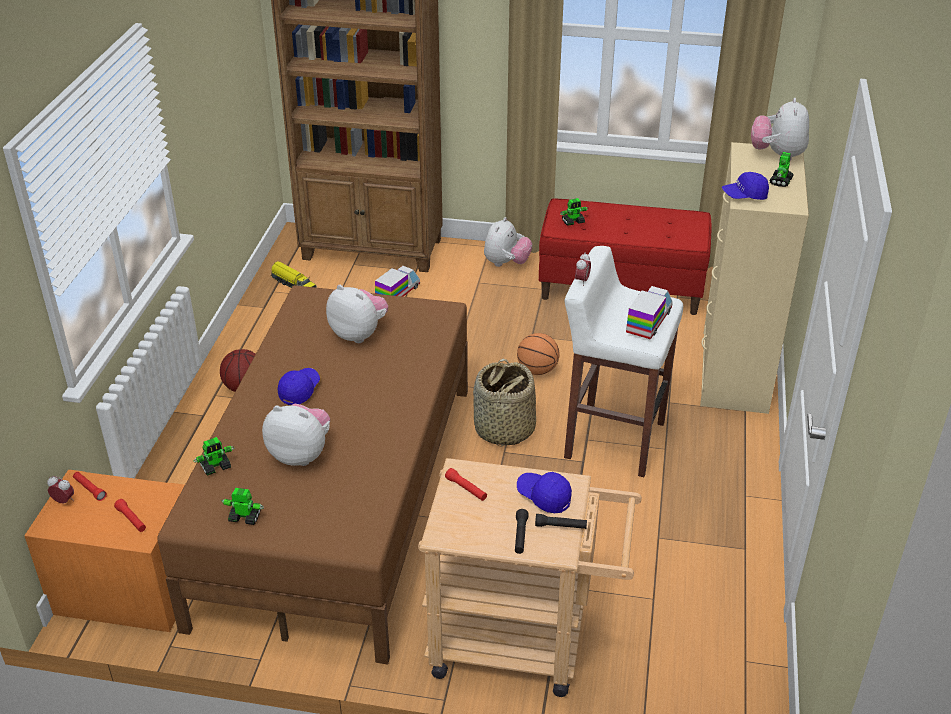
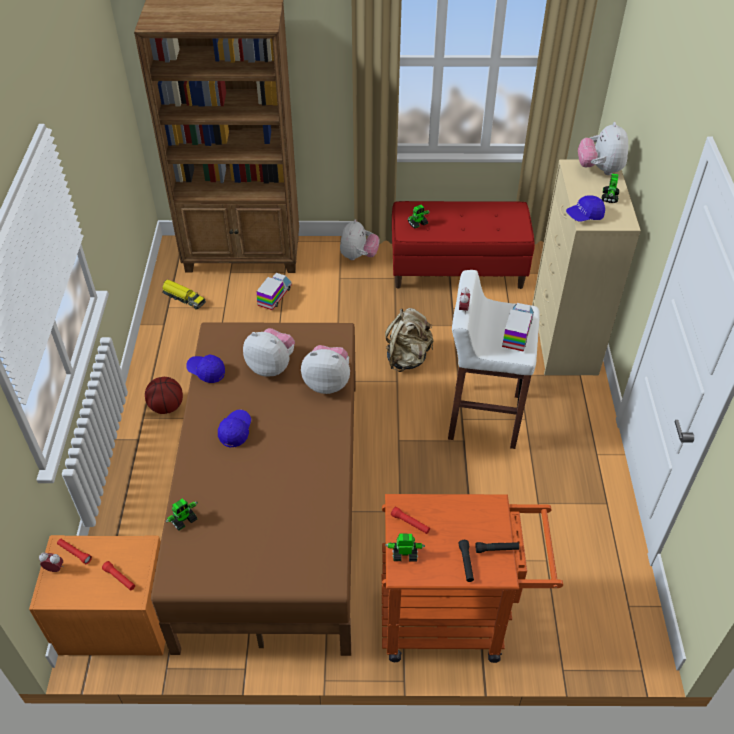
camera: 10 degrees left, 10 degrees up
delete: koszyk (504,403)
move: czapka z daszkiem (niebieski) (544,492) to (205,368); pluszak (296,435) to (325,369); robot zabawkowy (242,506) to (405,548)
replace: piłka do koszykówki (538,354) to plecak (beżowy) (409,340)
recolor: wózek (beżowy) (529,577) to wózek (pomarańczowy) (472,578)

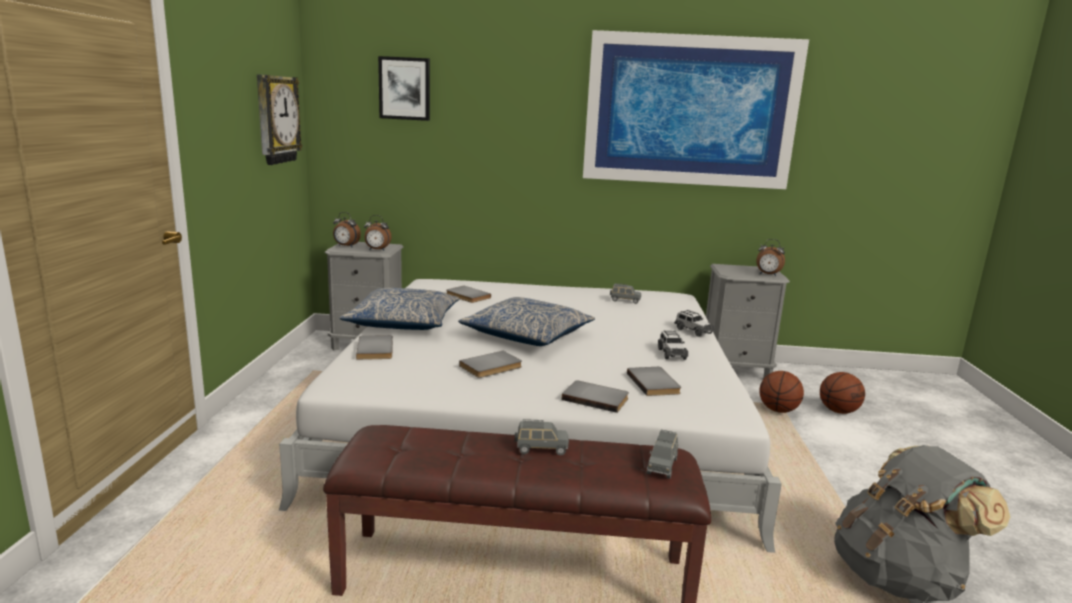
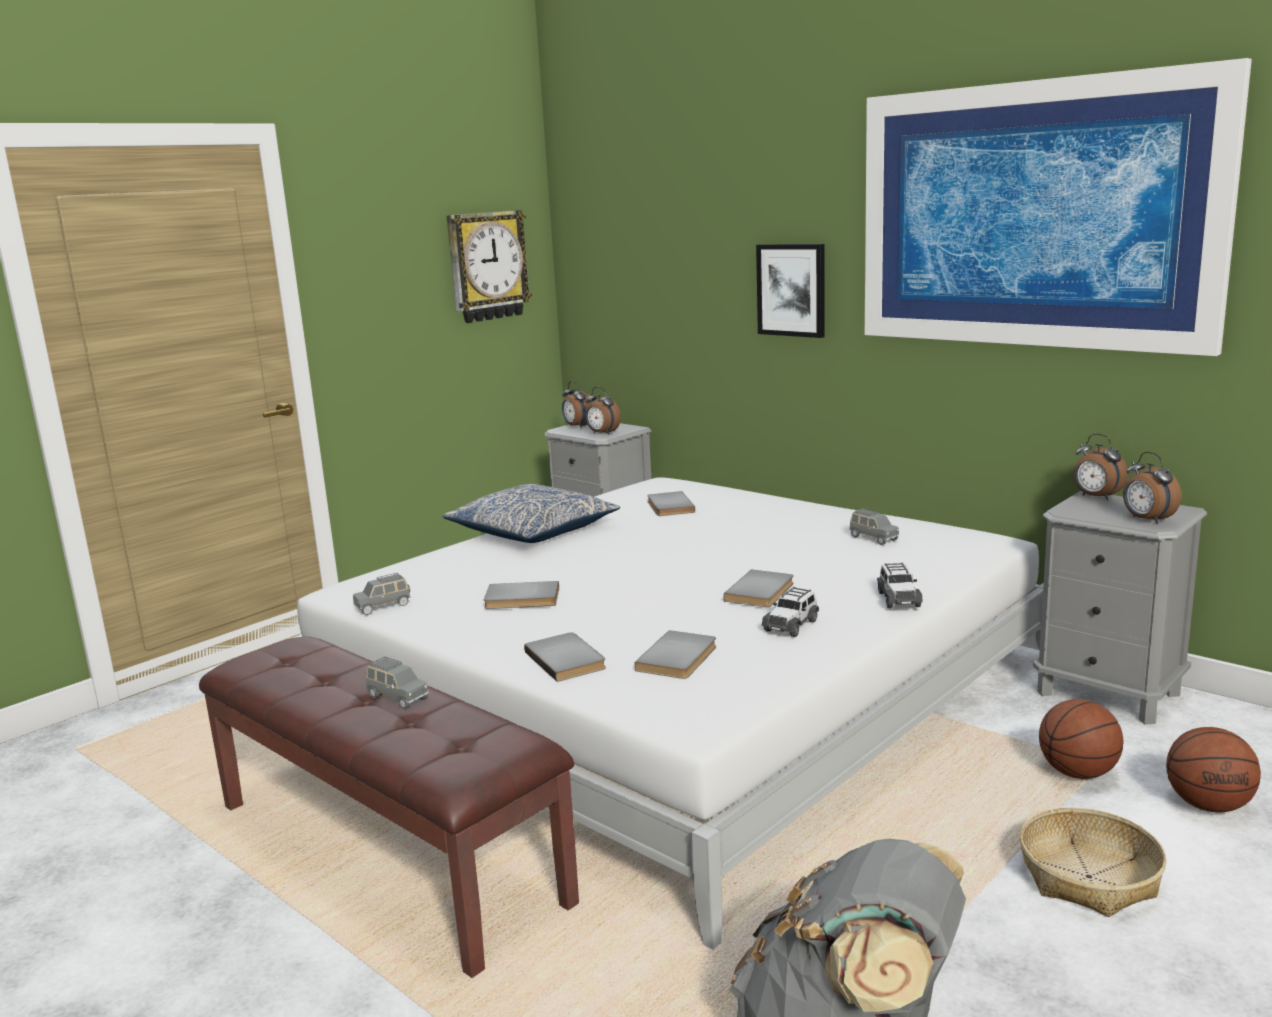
camera: 40 degrees right, 0 degrees up
delete: poduszka (526,321)
insert: koszyk (1093,862); budzik (1100,467)
move: samochodzik (szary) (662,454) to (381,594); książka (szary) (374,347) to (759,588); obraz (404,88) to (790,291)

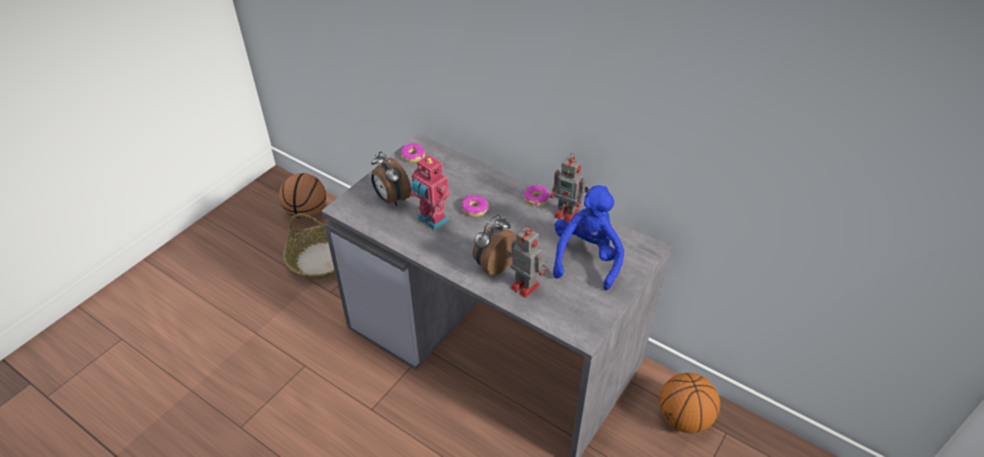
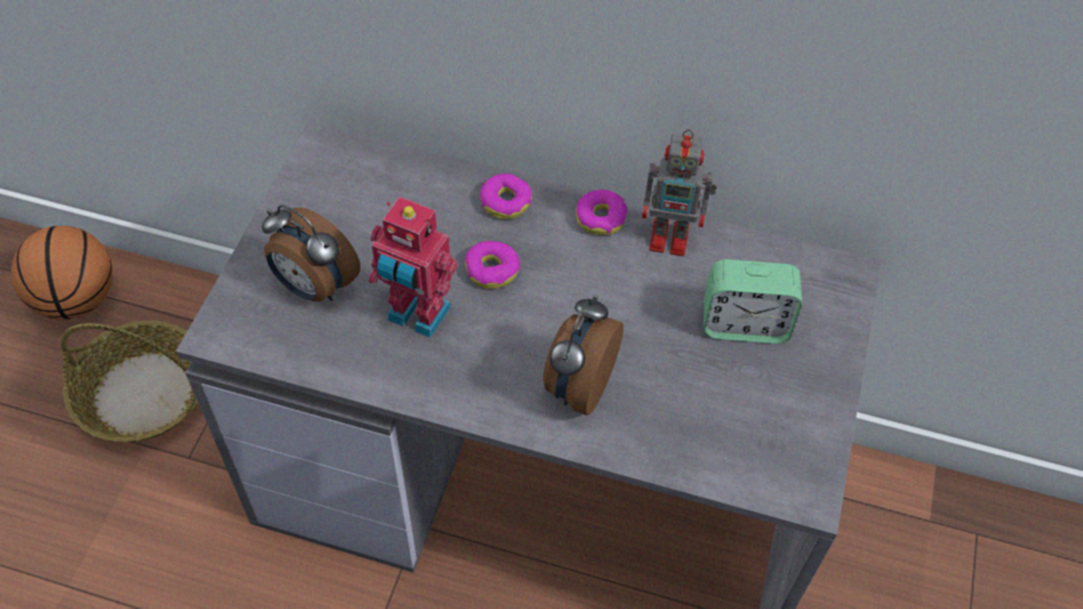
camera: 20 degrees left, 10 degrees up
delete: robot zabawkowy (526,261); piłka do koszykówki (689,403)
move: donut (412,153) to (506,196)
replace: pluszak (niebieski) (588,237) to budzik (752,301)

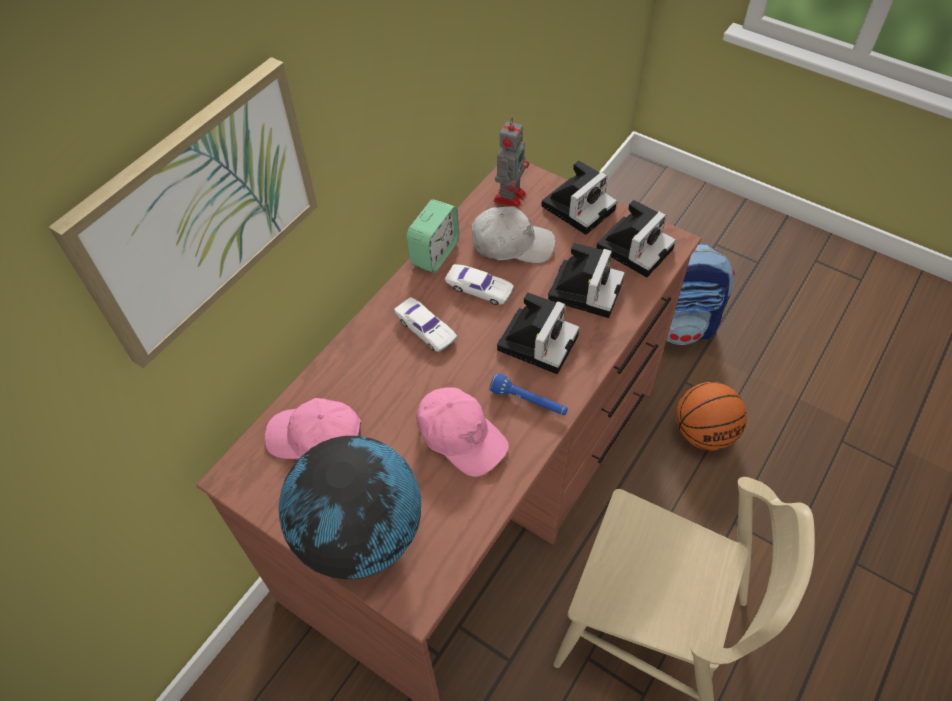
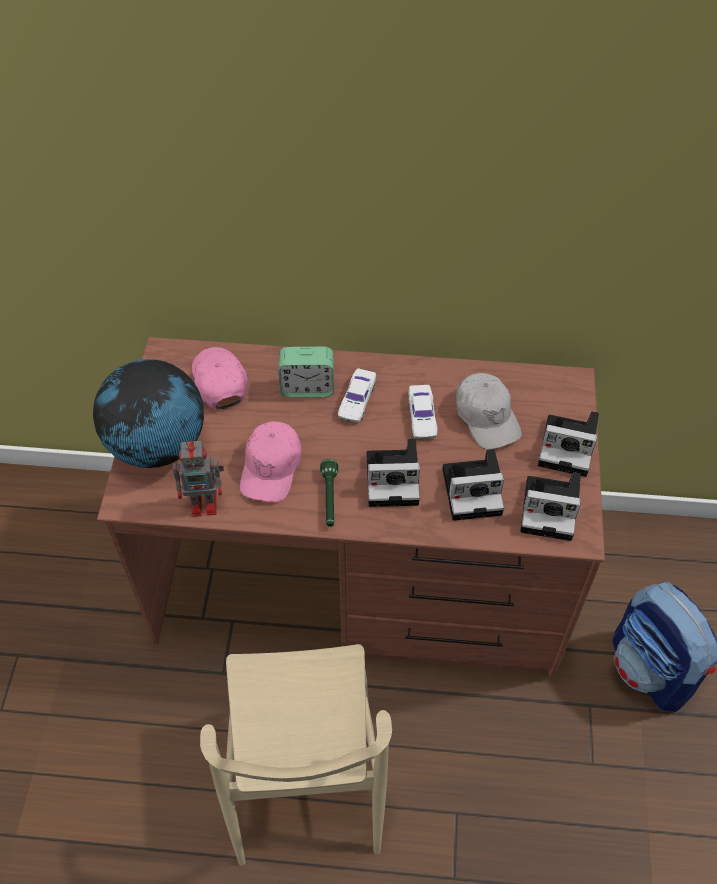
camera: 60 degrees right, 0 degrees up
delete: obraz (183,212); piłka do koszykówki (711,416)
move: robot zabawkowy (511,162) to (198,478); budzik (432,236) to (306,372)
recolor: latarka (niebieski) (528,394) to latarka (zielony) (329,493)

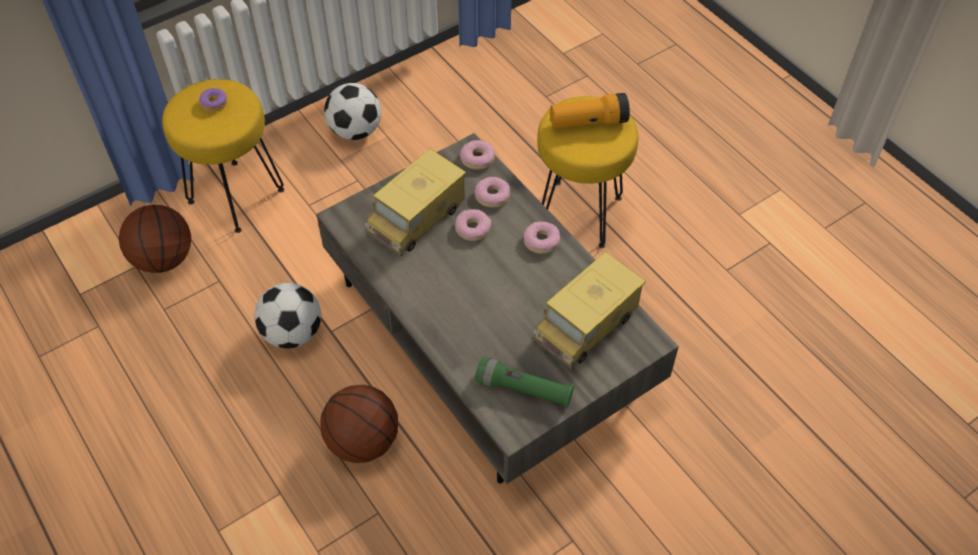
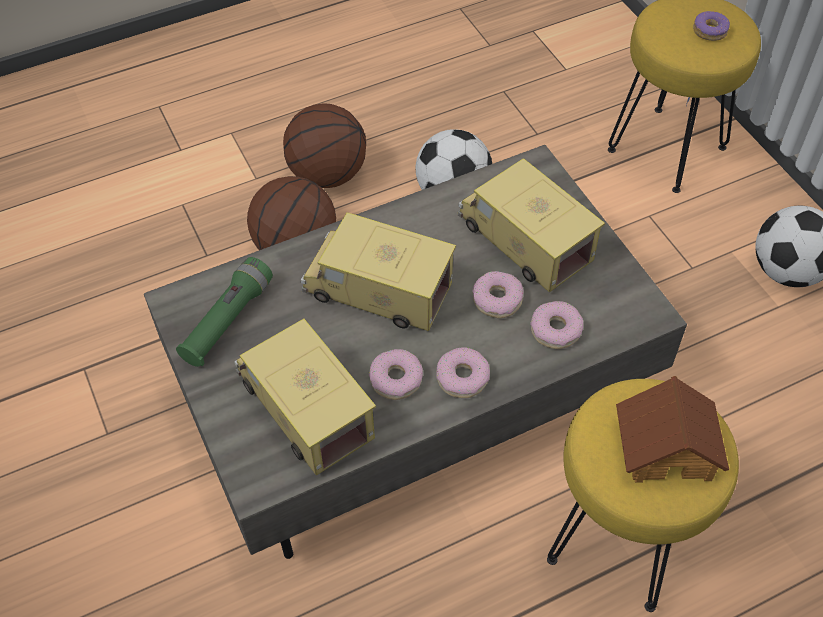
camera: 100 degrees right, 0 degrees up
insert: ciężarówka zabawkowa (378,271)
move: piłka do koszykówki (155,239) to (324,145); donut (477,155) to (396,374)
replace: latarka (590,111) to domek (672,429)

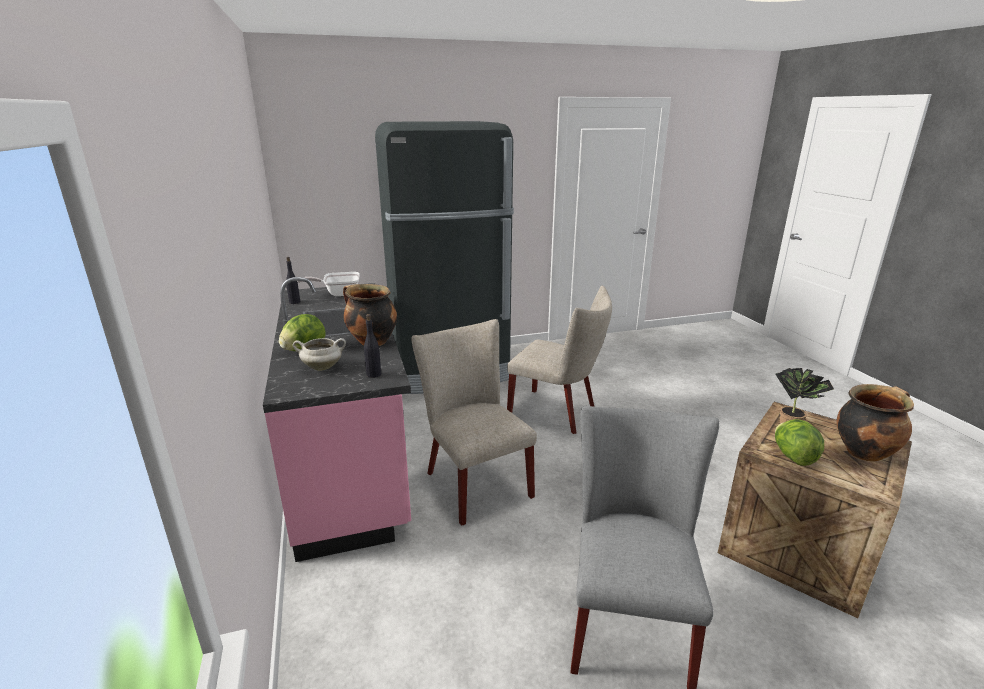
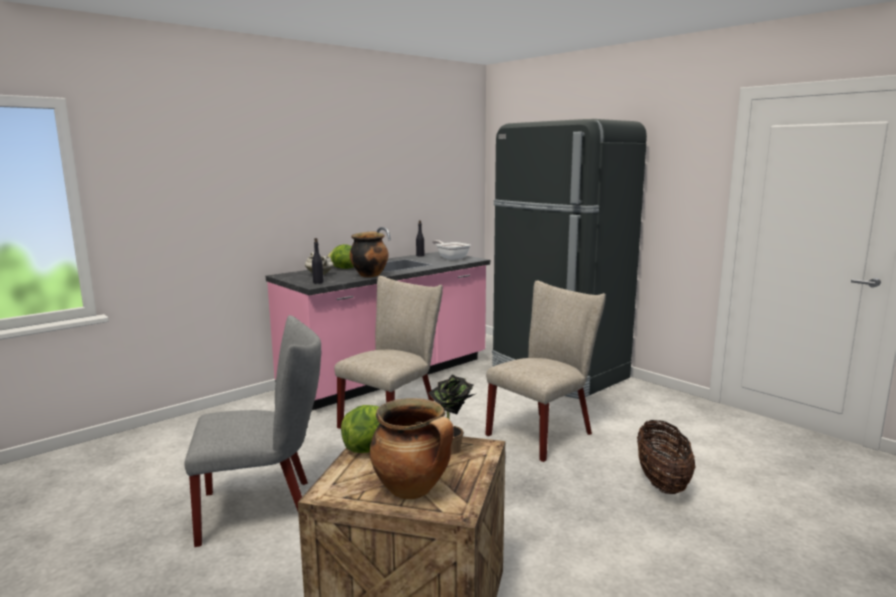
camera: 65 degrees right, 10 degrees down
insert: koszyk (666,457)
rotate: krzesło (beżowy) (559,360) = (545,371) 135 degrees counterclockwise

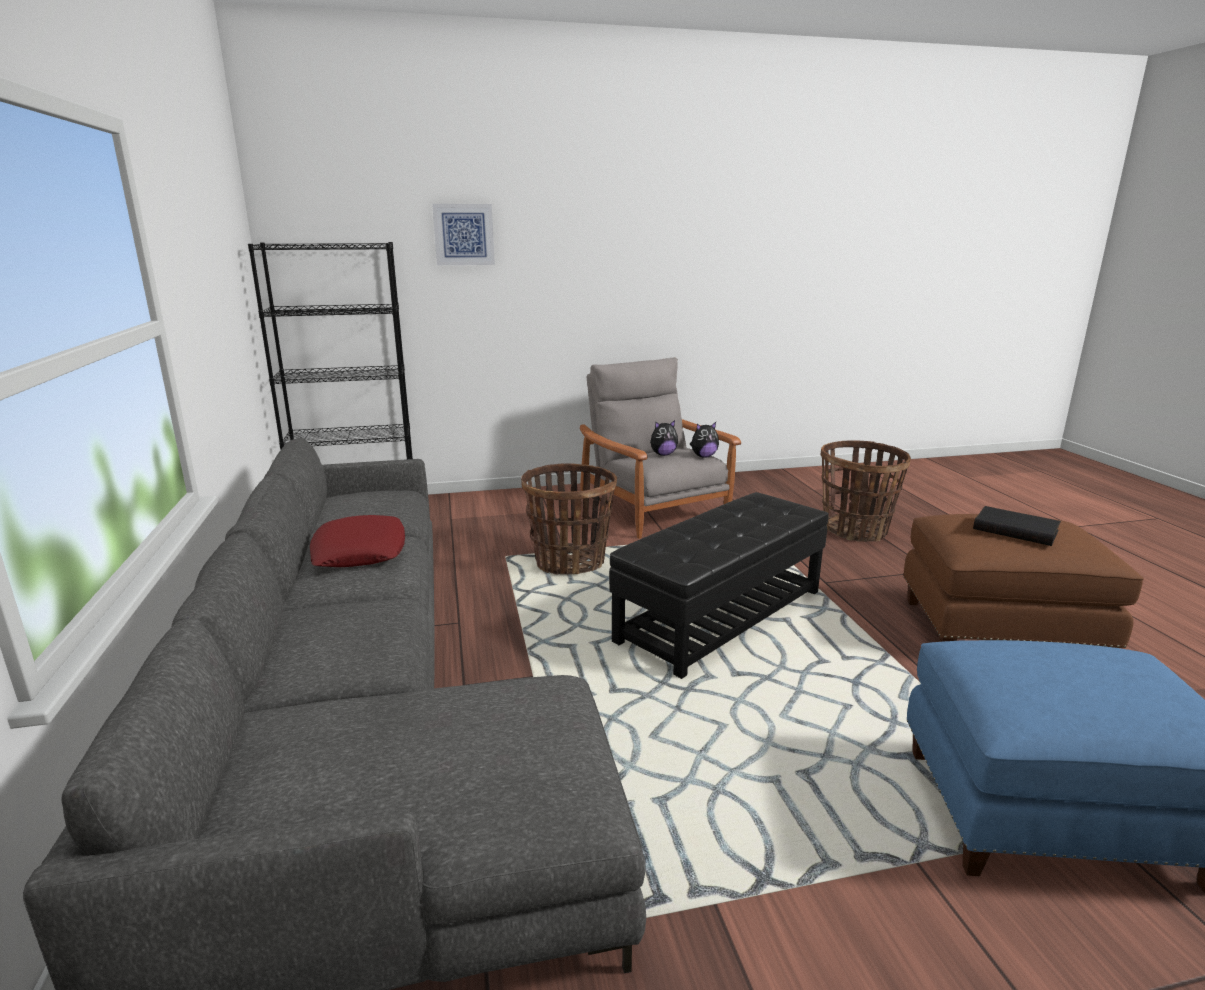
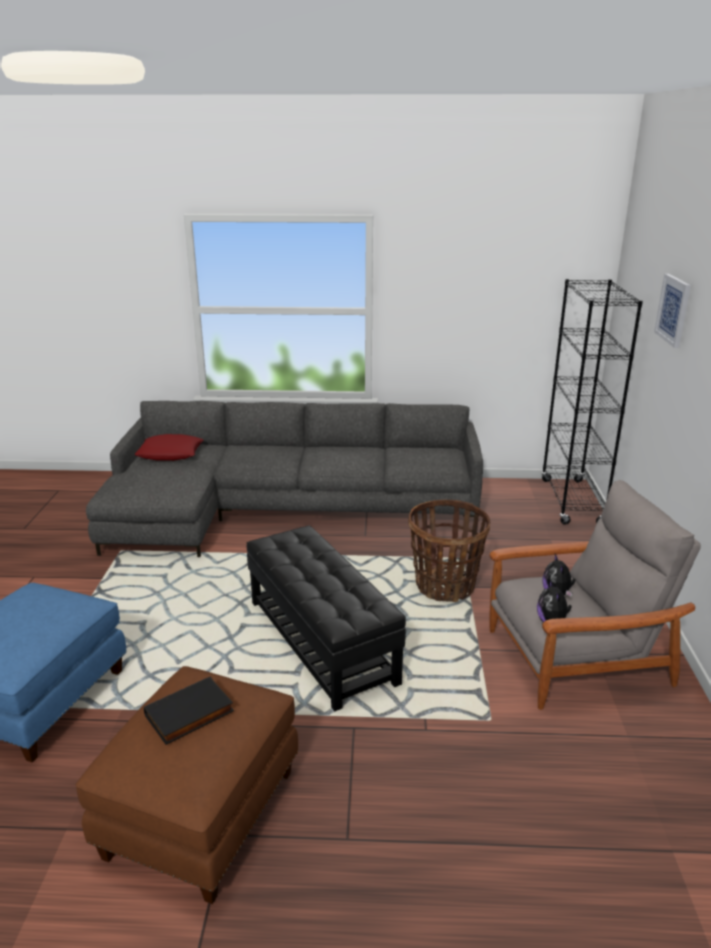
camera: 105 degrees right, 5 degrees up
delete: koszyk (866,491)
move: poduszka (czerwony) (357,541) to (168,447)

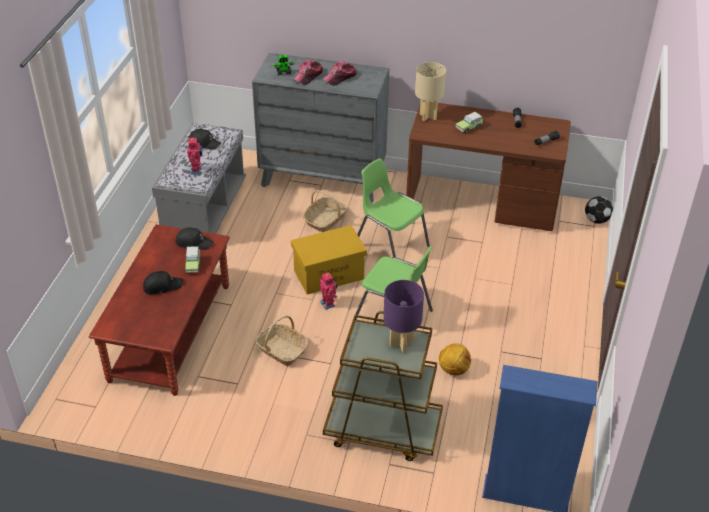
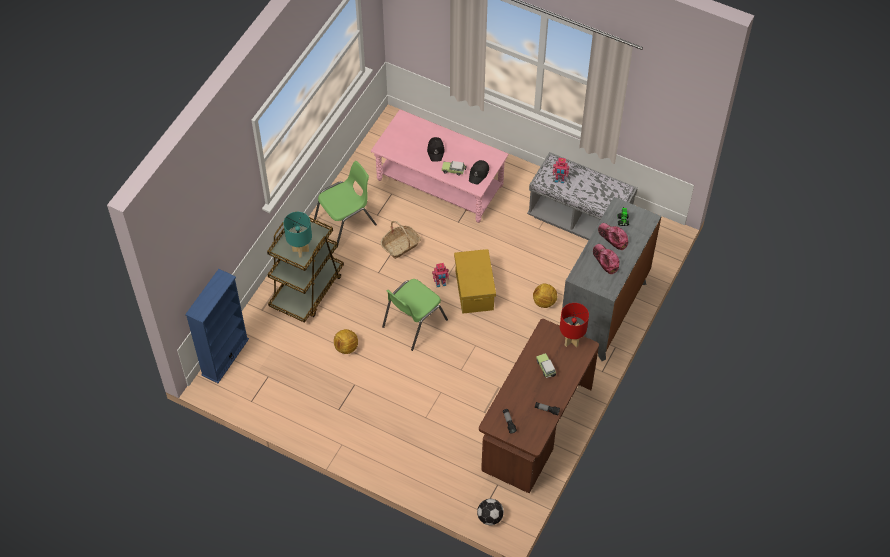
camera: 105 degrees right, 15 degrees up
delete: czapka z daszkiem (czarny) (204,139)
move: krzesło (zielony) (393,208) to (345,204)
replace: koszyk (325,211) to piłka futbolowa (545,295)
recolor: lampa stołowa (fioletowy) (403,316) to lampa stołowa (turkusowy) (298,234); ława (brązowy) (159,310) to ława (różowy) (440,166); lampa stołowa (beżowy) (430,91) to lampa stołowa (czerwony) (574,325)

